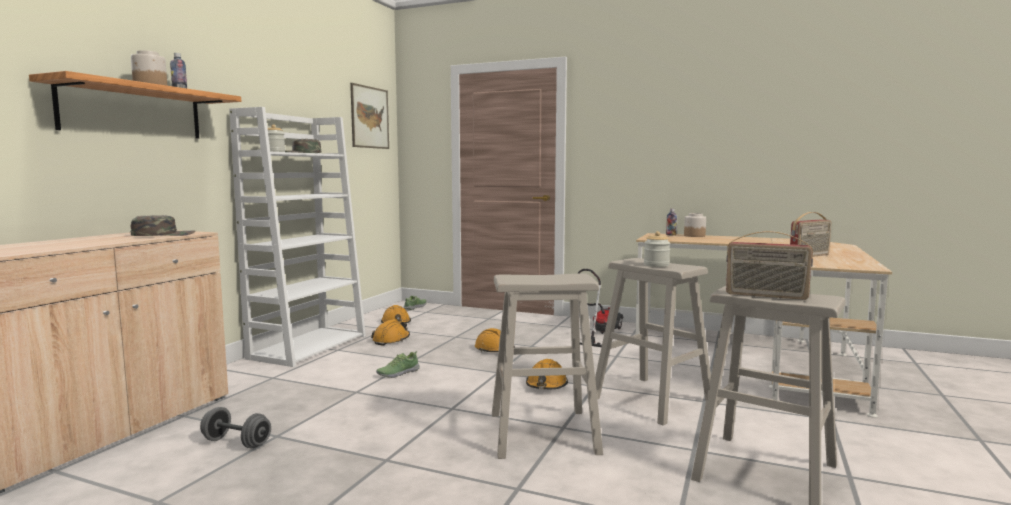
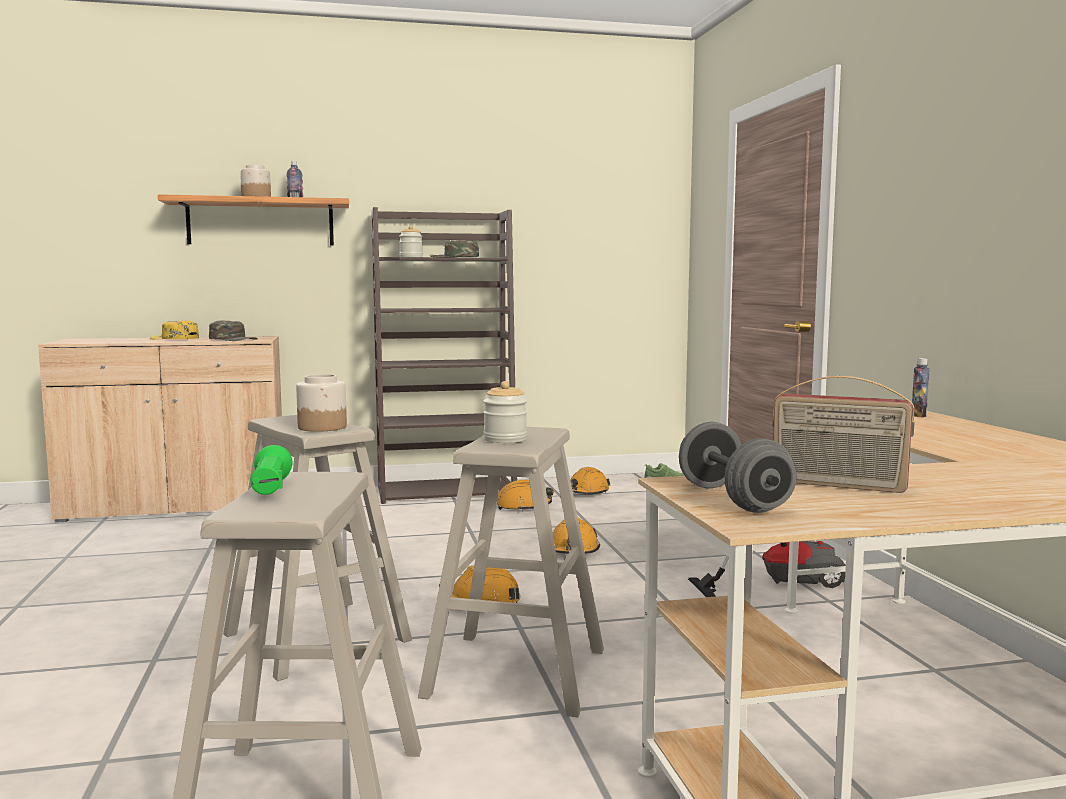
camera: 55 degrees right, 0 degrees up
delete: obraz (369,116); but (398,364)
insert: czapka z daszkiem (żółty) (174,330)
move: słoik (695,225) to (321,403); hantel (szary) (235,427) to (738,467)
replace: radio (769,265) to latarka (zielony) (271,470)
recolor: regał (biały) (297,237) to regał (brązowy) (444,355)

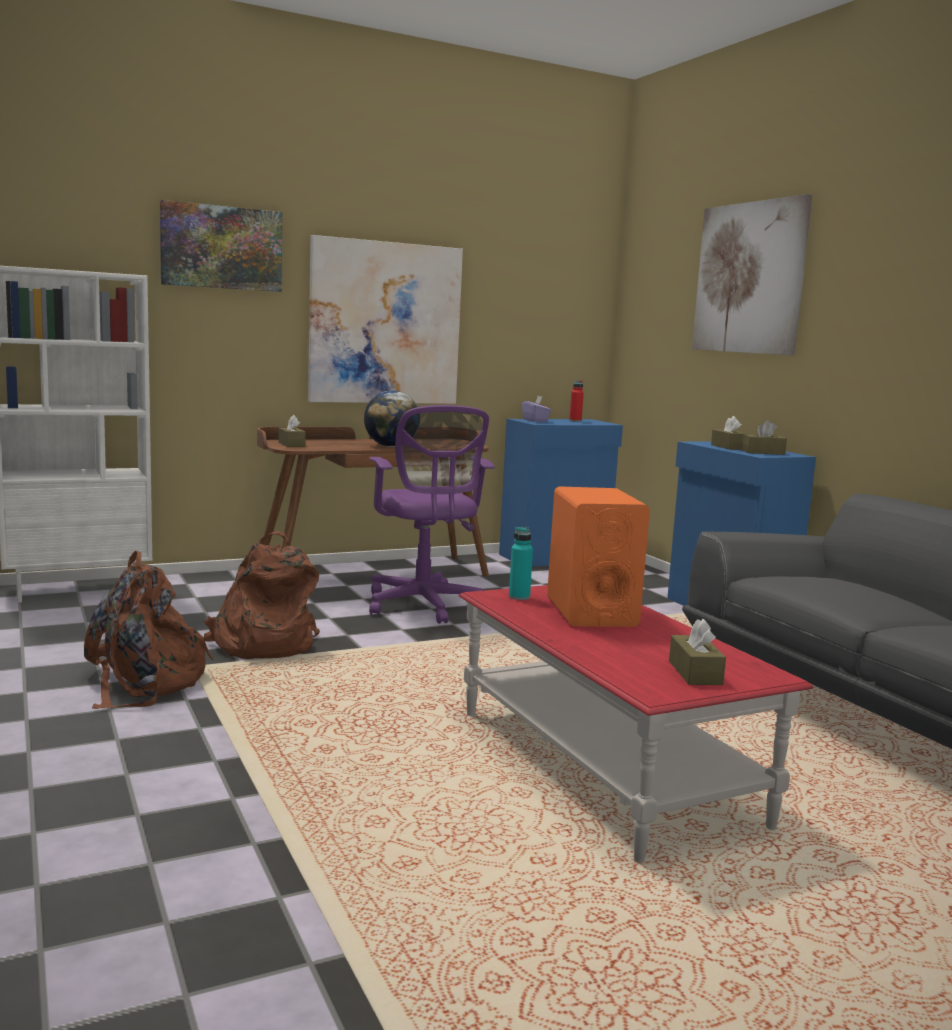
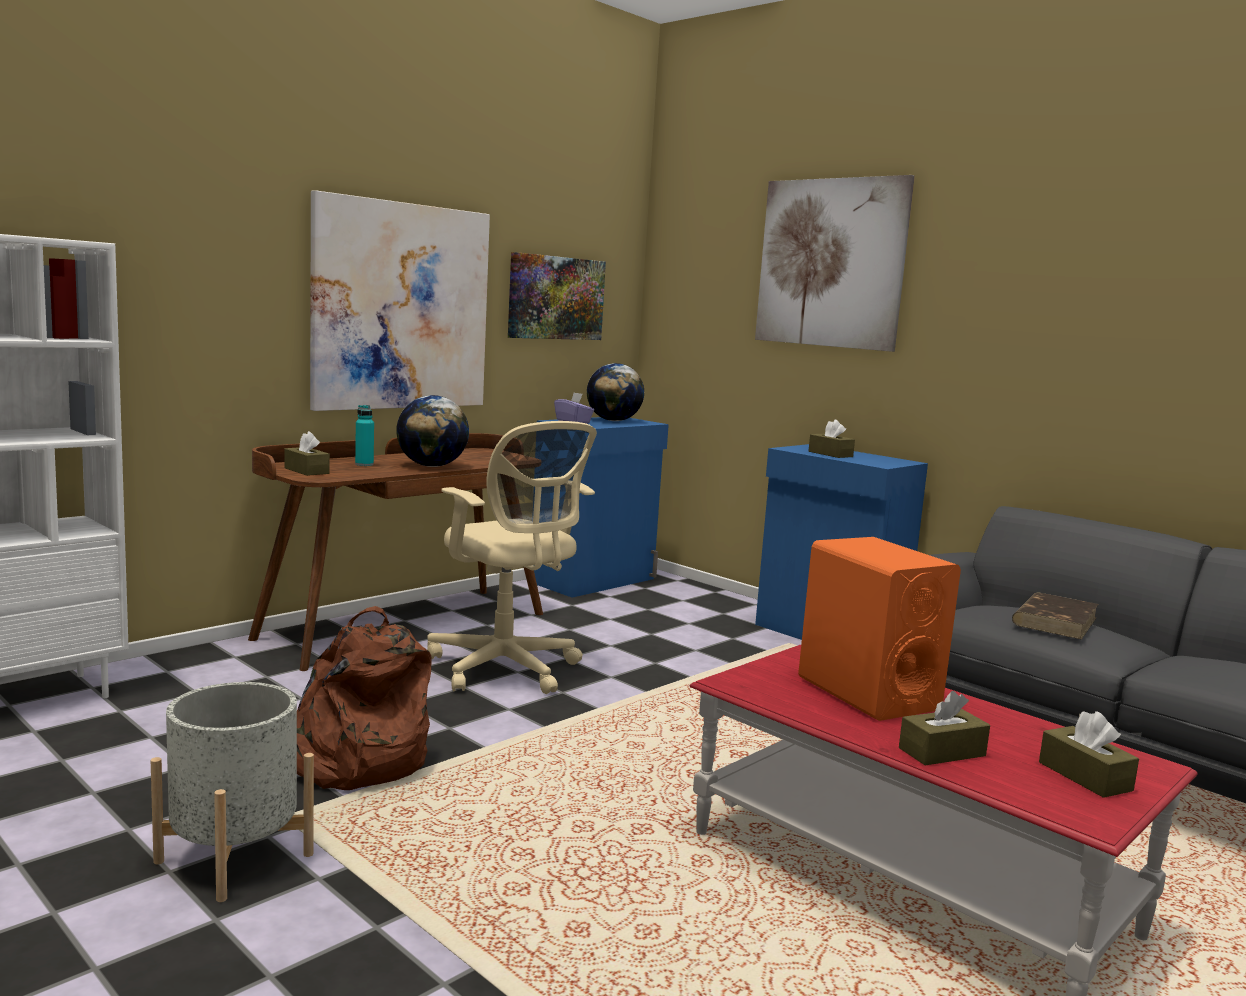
camera: 20 degrees left, 0 degrees up
insert: książka (brązowy) (1055,616)
move: butelka (turkusowy) (521,563) to (364,435); obraz (221,246) to (557,296); pudełko chusteczek (brązowy) (764,437) to (944,728)
replace: plecak (brązowy) (149,629) to donica (szary) (232,792); butelka (czerwony) (576,401) to globus (615,392)
recolor: krzesło biurowe (fioletowy) (432,514) to krzesło biurowe (beżowy) (512,557)

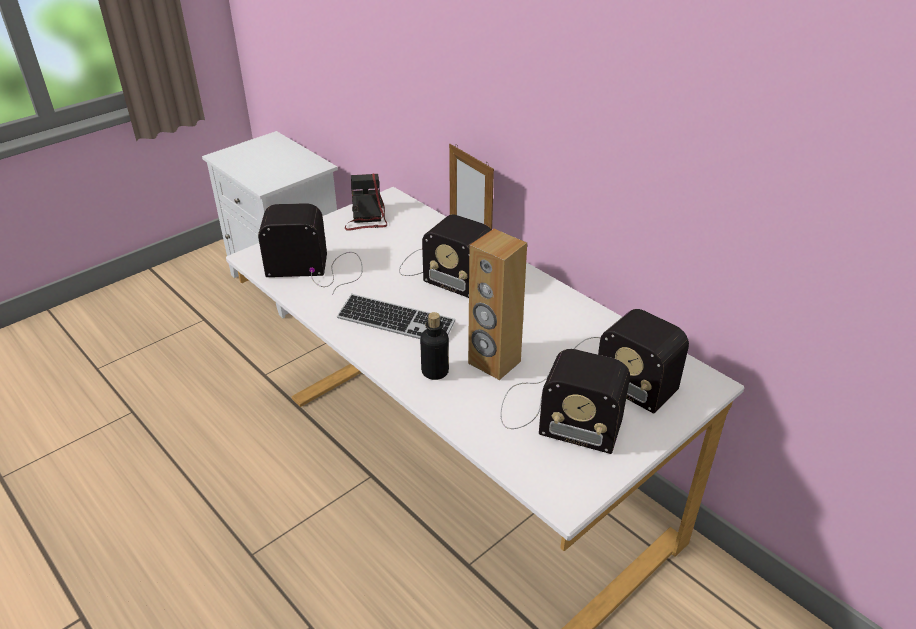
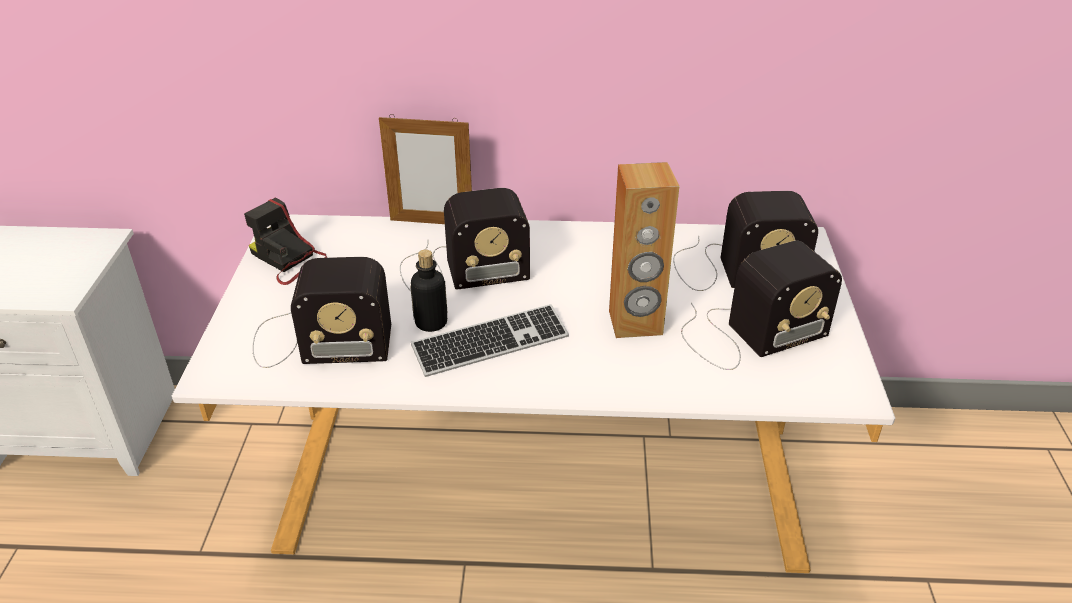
camera: 45 degrees left, 0 degrees up
move: butelka (434,346) to (429,291)
rotate: radio (310,249) = (322,312) 135 degrees counterclockwise

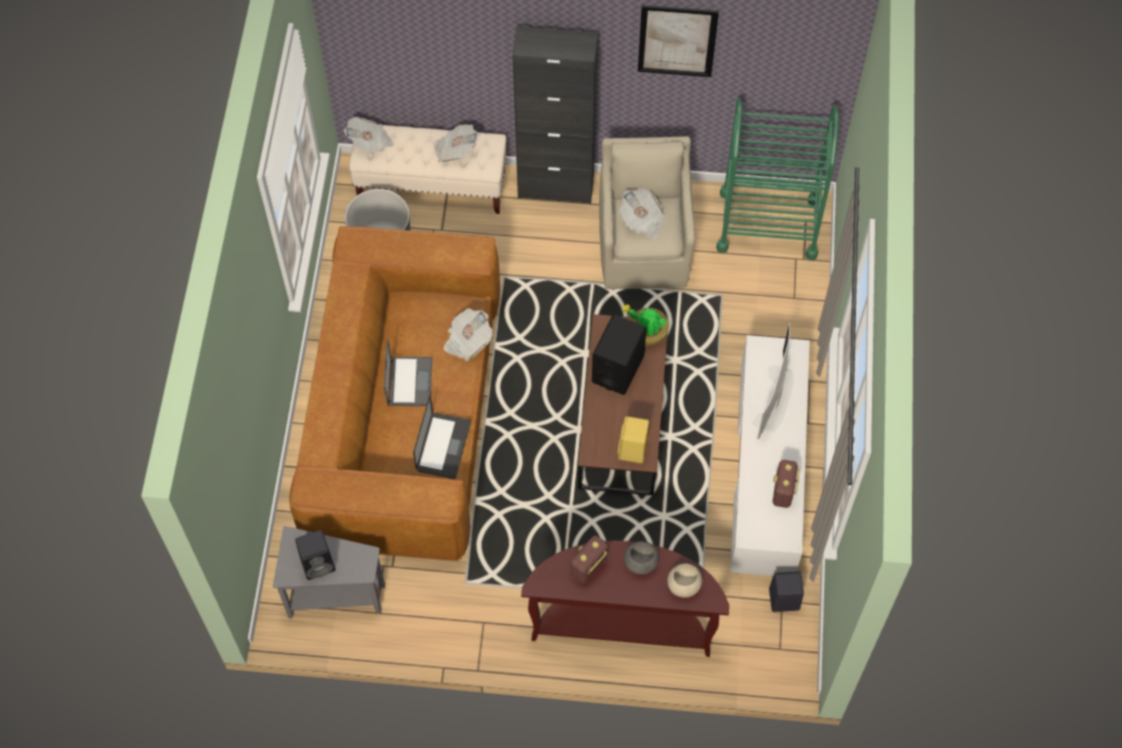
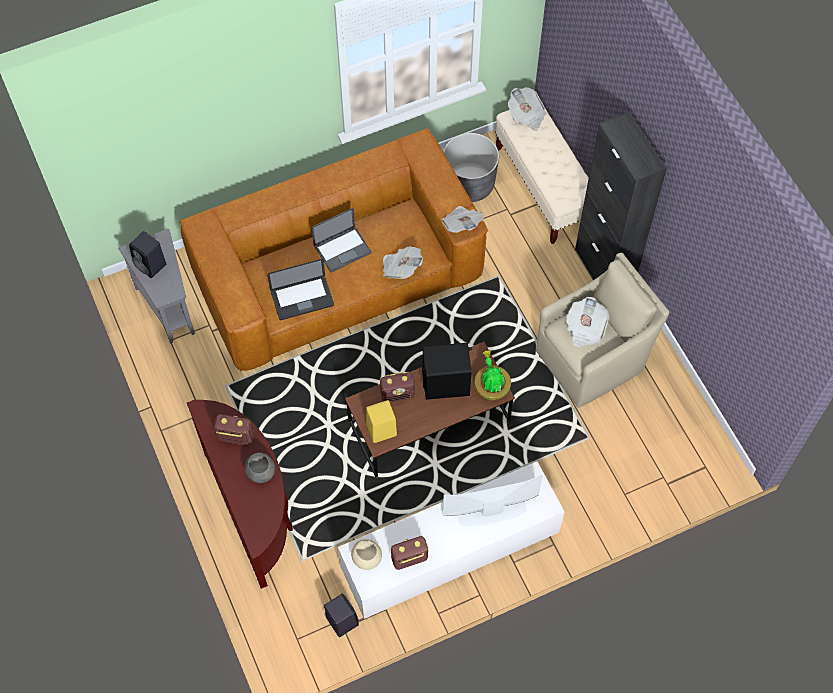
camera: 60 degrees right, 0 degrees up
delete: obraz (678,41); wózek (zielony) (777,179)
insert: radio (397,387)
move: miska (beżowy) (684,581) to (366,554); gazeta (455,143) to (462,219)

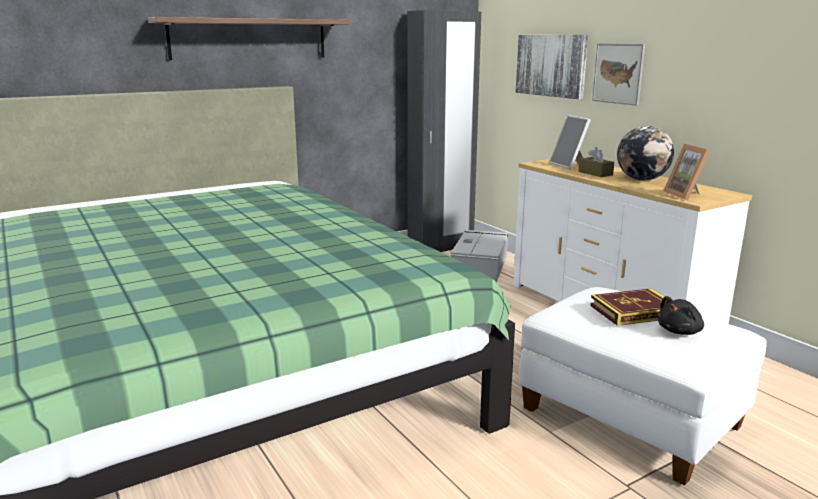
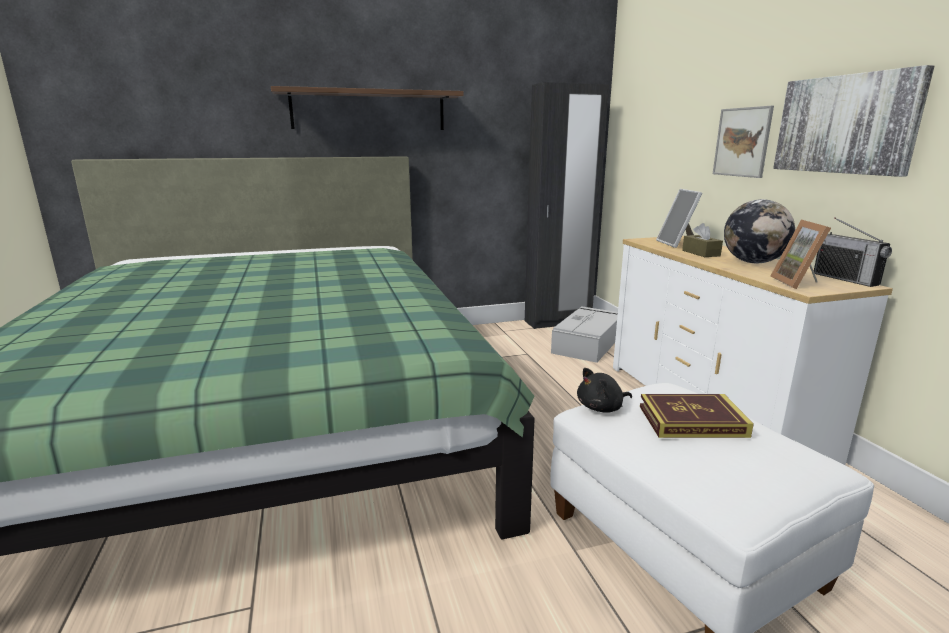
camera: 15 degrees right, 0 degrees up
insert: radio (853,252)
move: pluszak (czarny) (680,315) to (604,390); obraz (552,67) to (853,121)

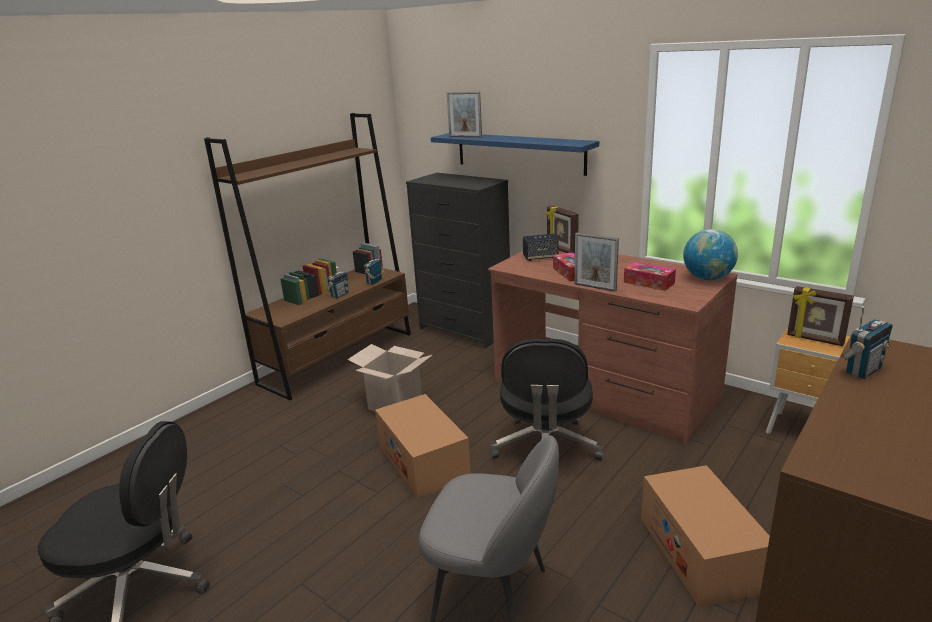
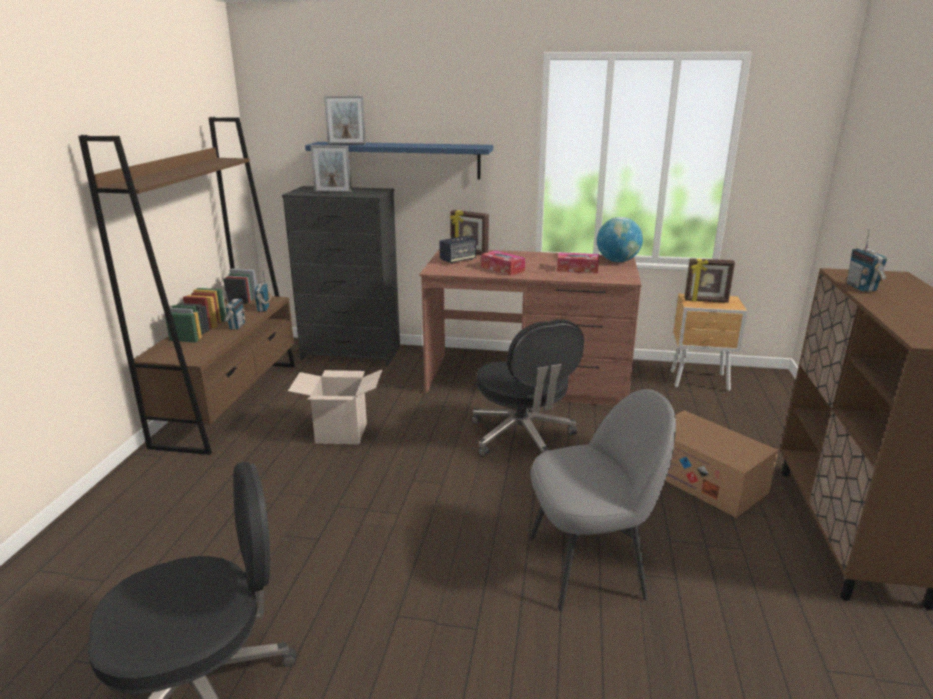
camera: 30 degrees left, 0 degrees up
delete: karton (423,446)
move: ramka na zdjęcie (597,262) to (331,169)
rotate: radio (867,342) = (867,260) 150 degrees clockwise

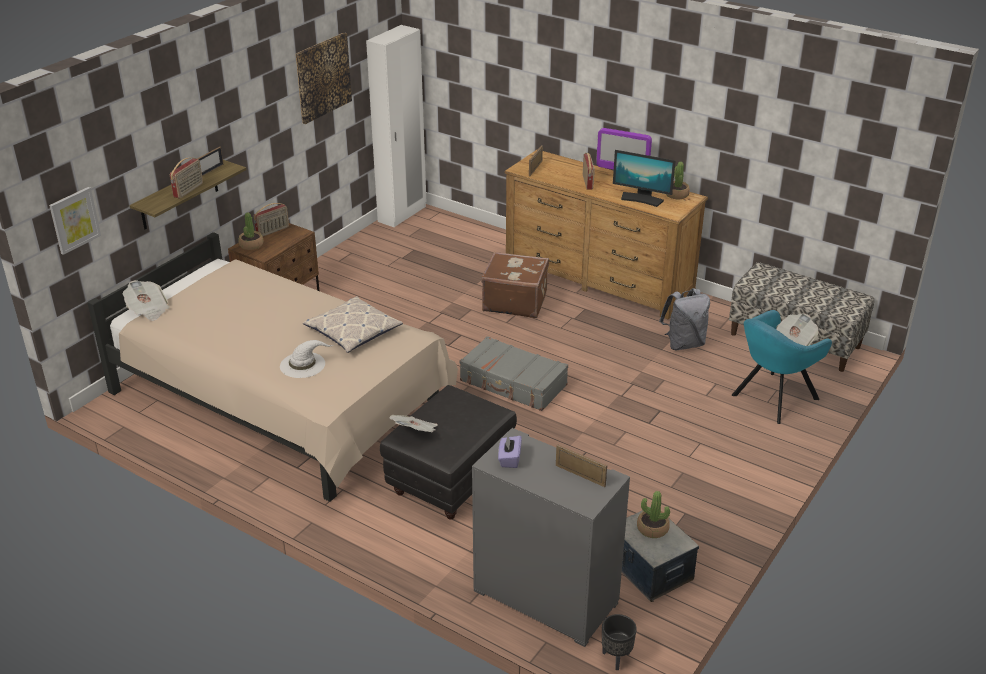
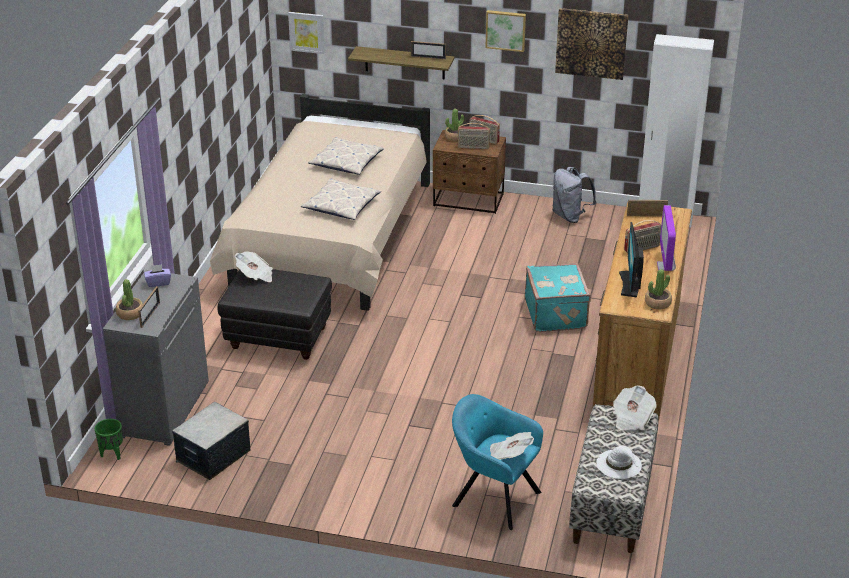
camera: 70 degrees right, 0 degrees up
delete: walizka (szary) (514,373)
insert: poduszka (346,156); obraz (505,31)
move: roślina doniczkowa (653,514) to (129,299); radio (186,177) to (473,136); plecak (szary) (684,319) to (574,195); kapelusz (biały) (307,359) to (619,462); gazeta (146,300) to (634,407)
recolor: donica (czarny) (619,642) to donica (zielony) (109,439); walizka (brązowy) (515,285) to walizka (turkusowy) (558,297)

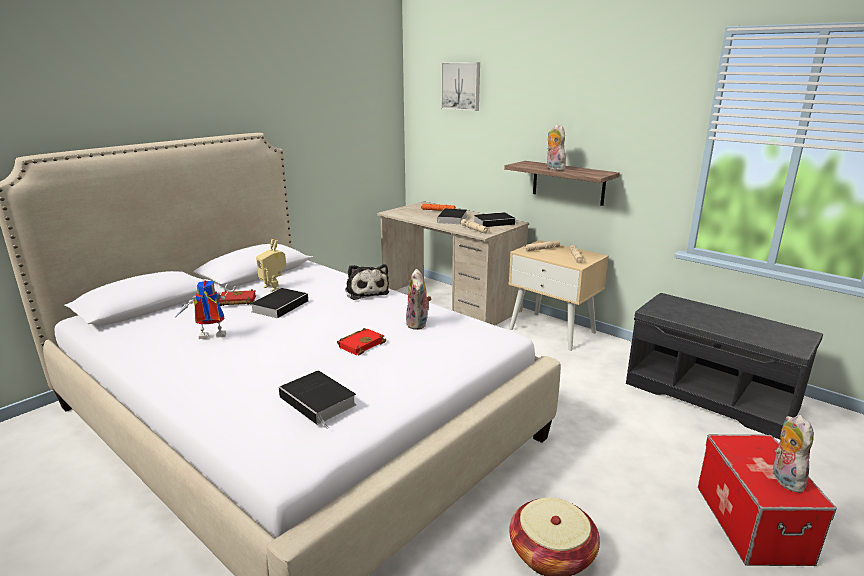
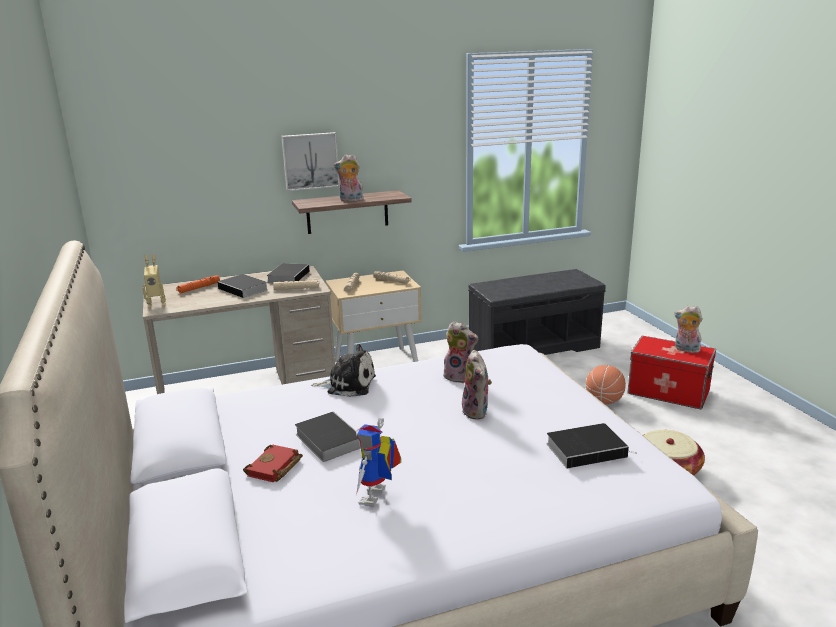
camera: 60 degrees left, 0 degrees up
insert: piłka do koszykówki (606,384)
move: robot zabawkowy (271,265) to (154,281); obraz (460,86) to (310,161)
replace: książka (czerwony) (361,341) to pluszak (476,385)

